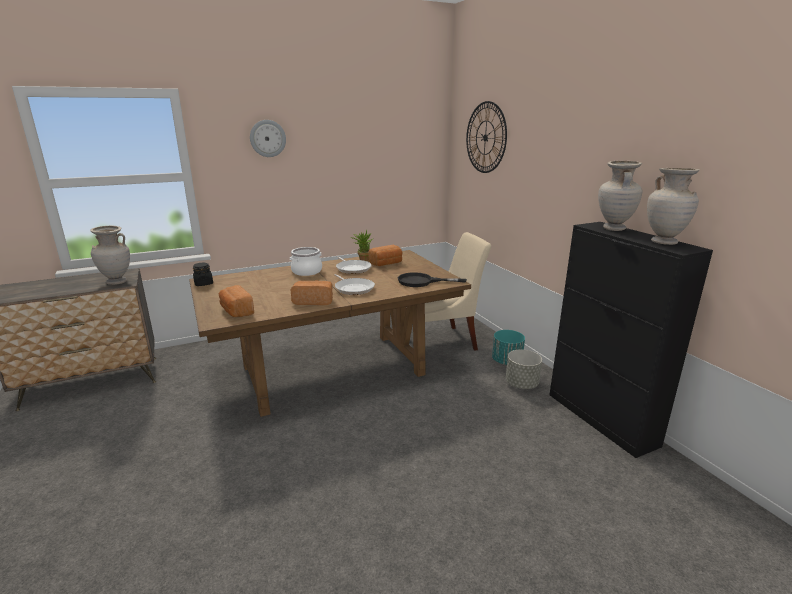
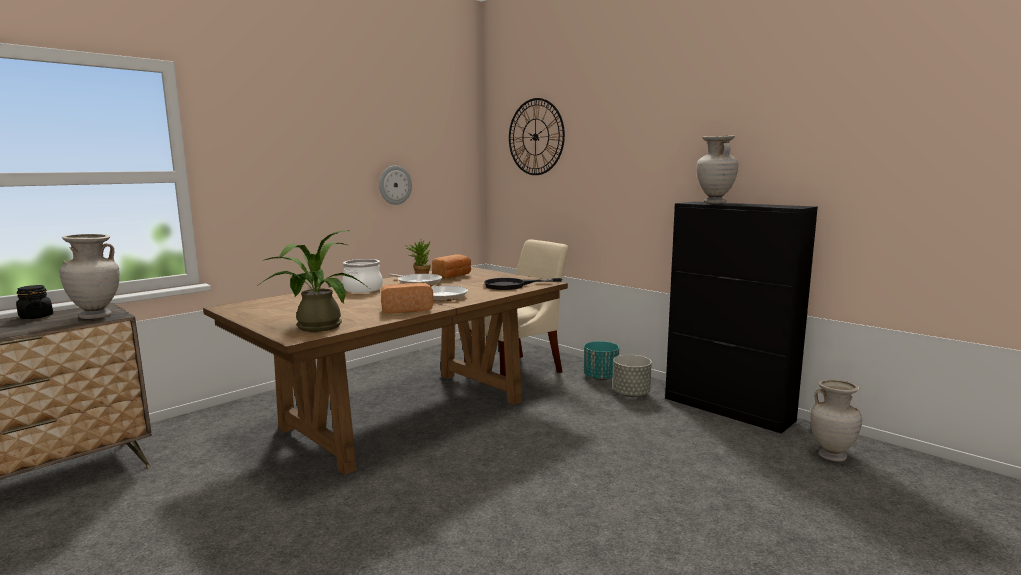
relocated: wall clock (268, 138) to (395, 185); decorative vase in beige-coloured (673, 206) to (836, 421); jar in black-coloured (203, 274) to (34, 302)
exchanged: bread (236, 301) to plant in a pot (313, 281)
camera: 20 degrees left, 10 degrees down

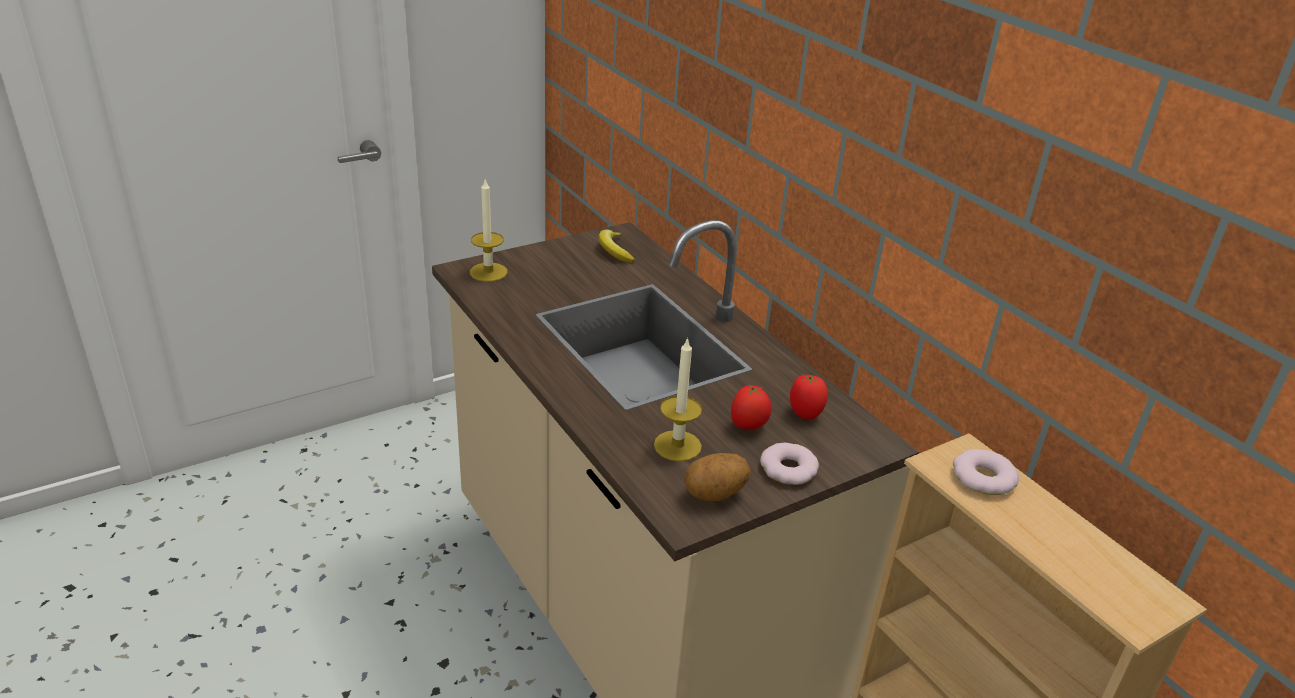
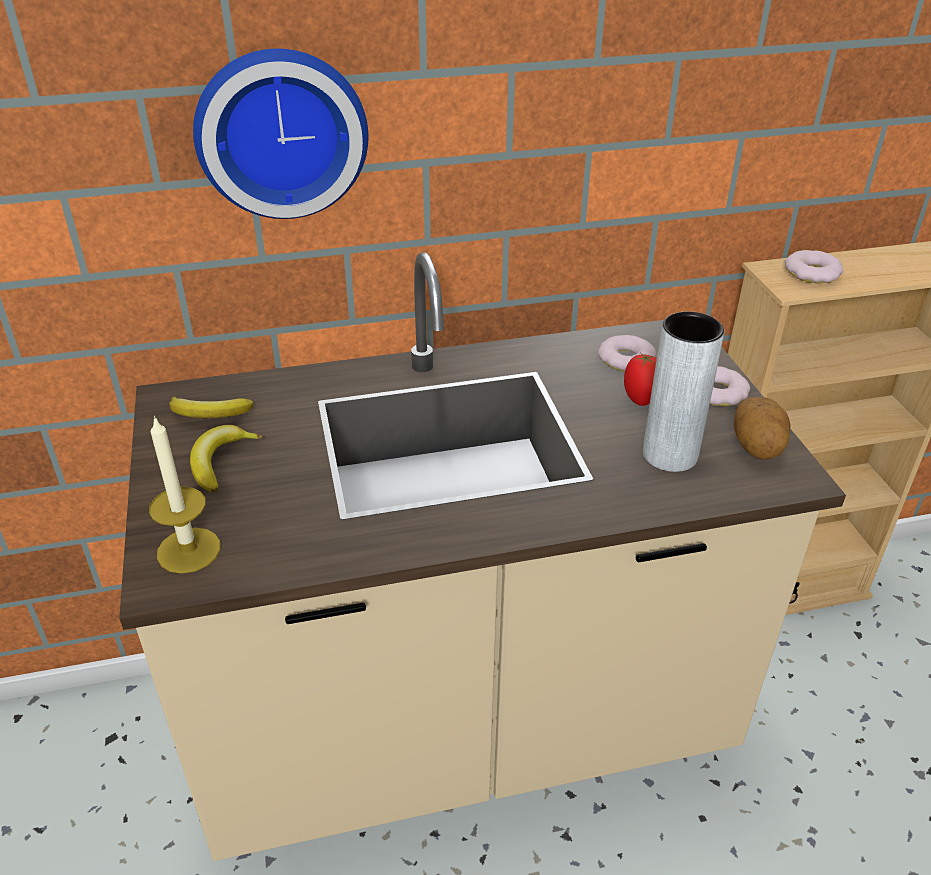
appeared: wall clock (280, 134); banana (226, 459)
exchanged: wax light (678, 399) to decorative vase in greyish (683, 392); tomato (809, 397) to ring doughnut (627, 353)
camera: 70 degrees left, 5 degrees up

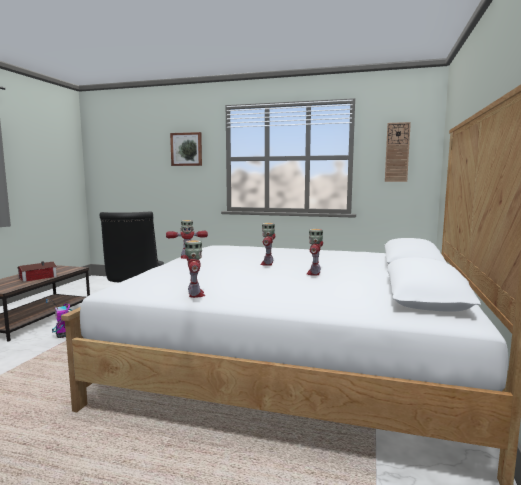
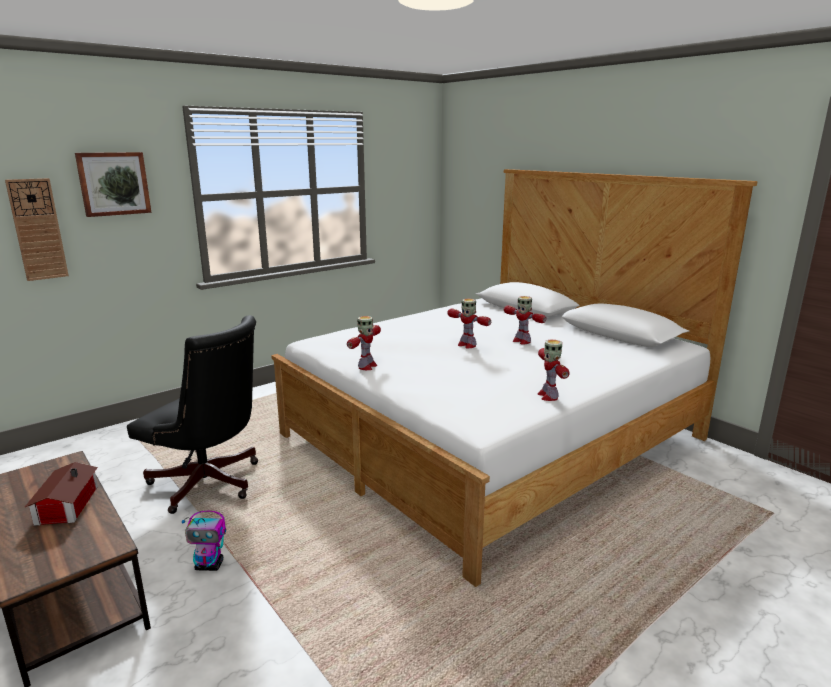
relocated: wall clock (398, 152) to (37, 229)
spun: toy robot (195, 269) = (553, 370) 120 degrees counterclockwise
camera: 55 degrees left, 10 degrees up

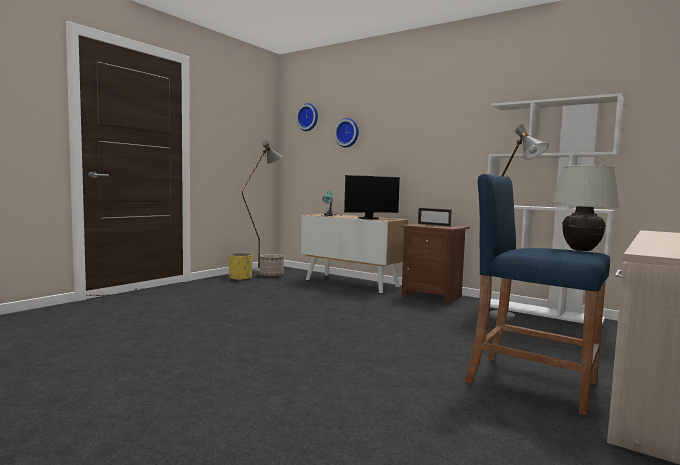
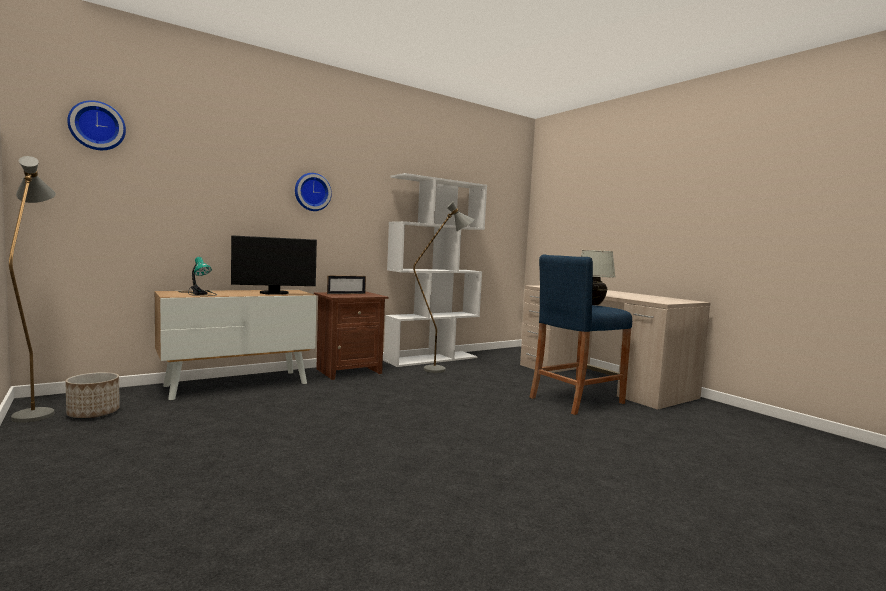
missing: flower pot in yellow-coloured (241, 267)
relocated: wall clock (346, 132) to (313, 192)
spun: computer display (372, 197) = (274, 265) 75 degrees clockwise
camera: 70 degrees left, 0 degrees up

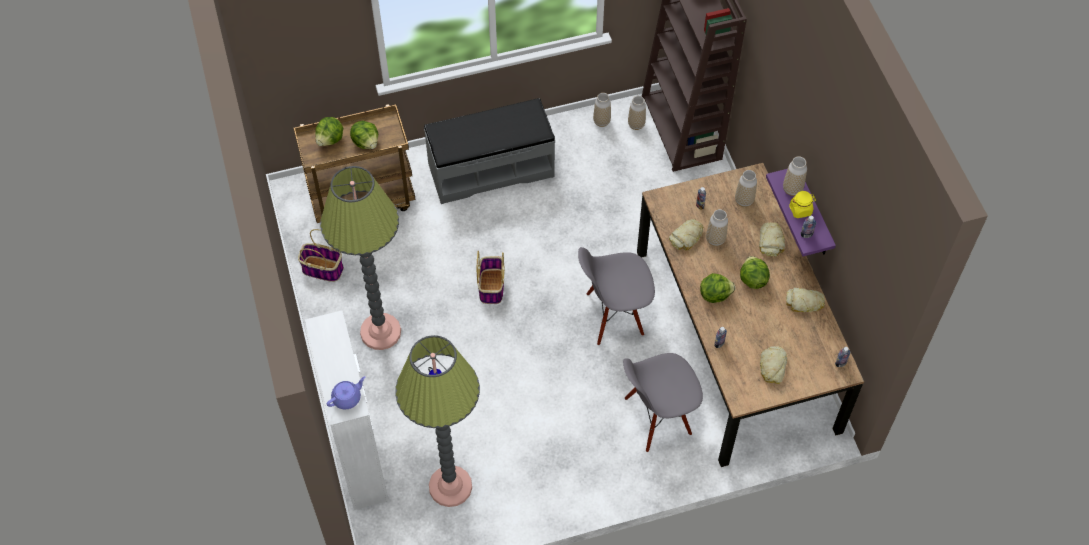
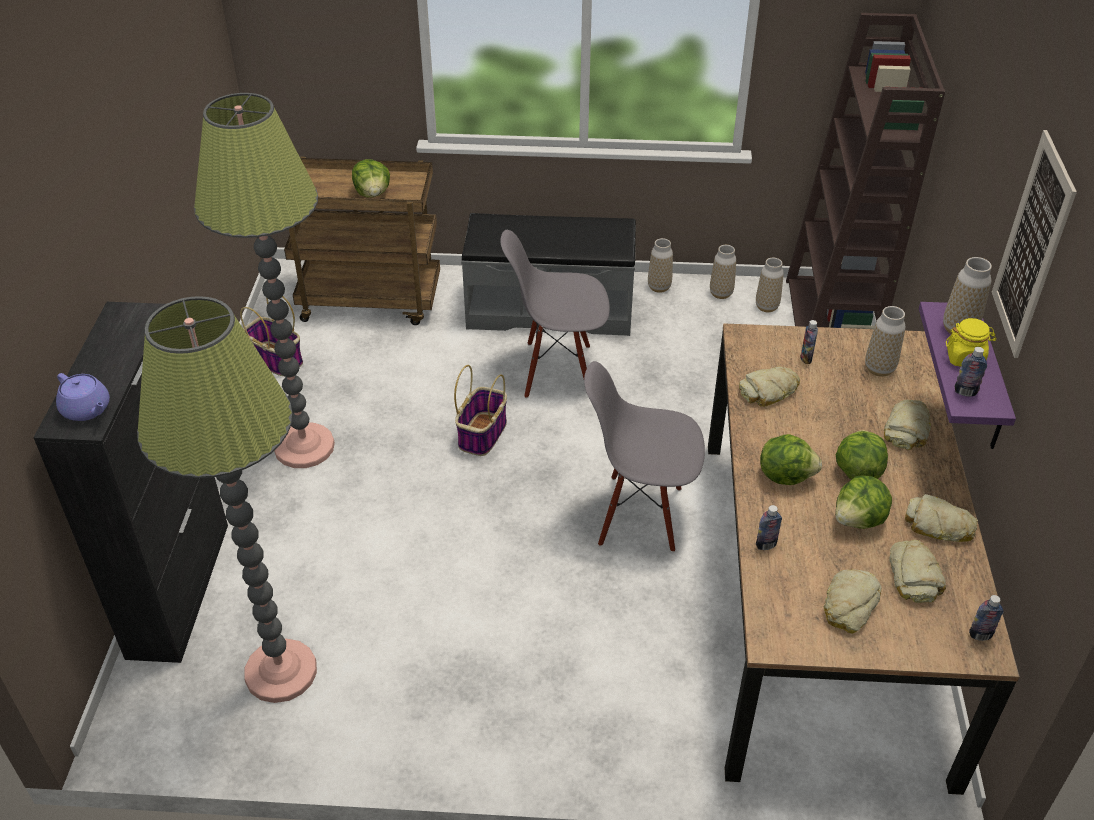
appeared: wall art (1034, 244); bread (917, 571)
relocated: head of lettuce (329, 131) to (863, 502); decorative vase (717, 227) to (660, 265); chair in greyish (663, 402) to (555, 314)
colour: cupboard in white (347, 410) to cupboard in black-coloured (130, 482)
spun: tea pot in purple (345, 392) = (83, 397) 60 degrees clockwise
camera: 20 degrees right, 15 degrees down

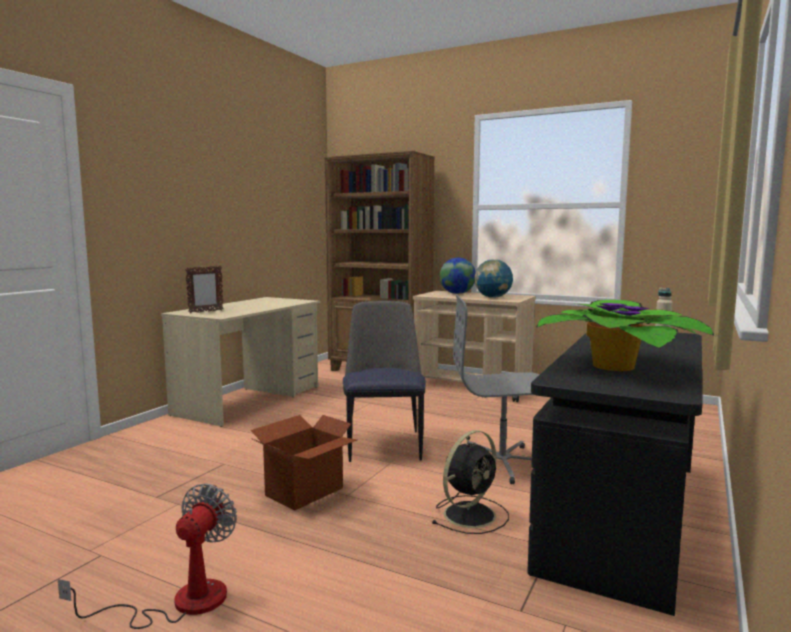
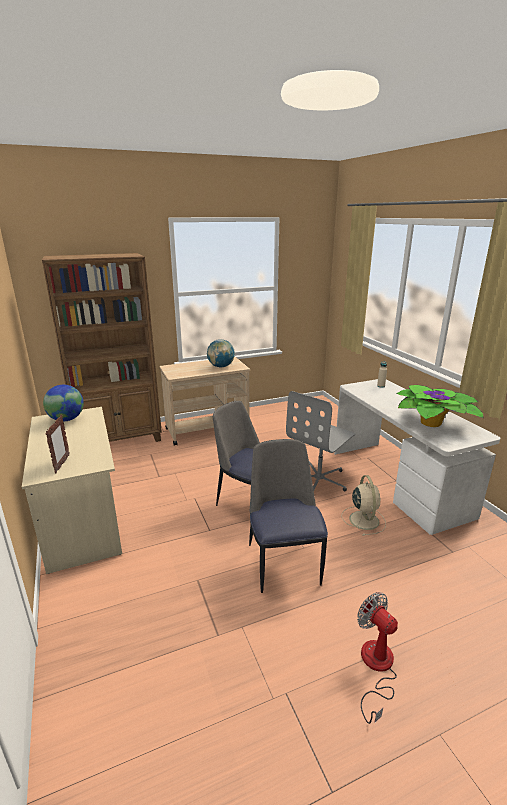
relocated: desk globe (458, 276) to (63, 403)
exchanged: packing box (304, 462) to chair (288, 516)
colour: desk in black-coloured (614, 474) to desk in white (417, 457); electric fan in black-coloured (470, 482) to electric fan in beige-coloured (364, 505)
camera: 50 degrees left, 15 degrees up

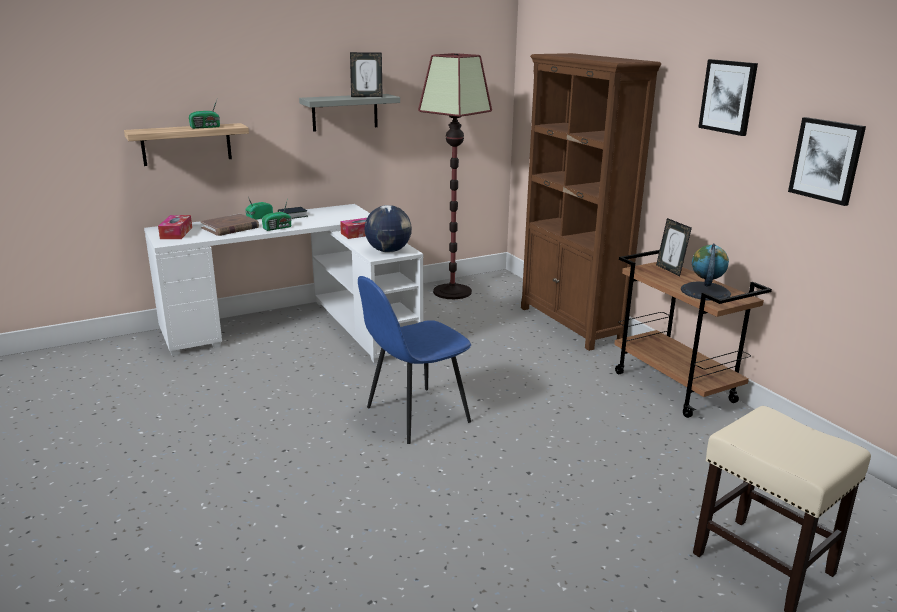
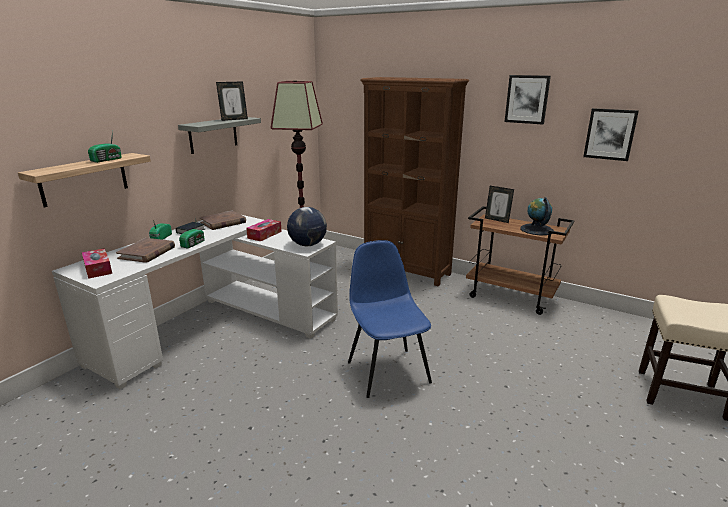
appeared: book in brownish (223, 220)
spun: chair in blue-coloured (414, 360) = (390, 319) 135 degrees clockwise
camera: 30 degrees left, 0 degrees up

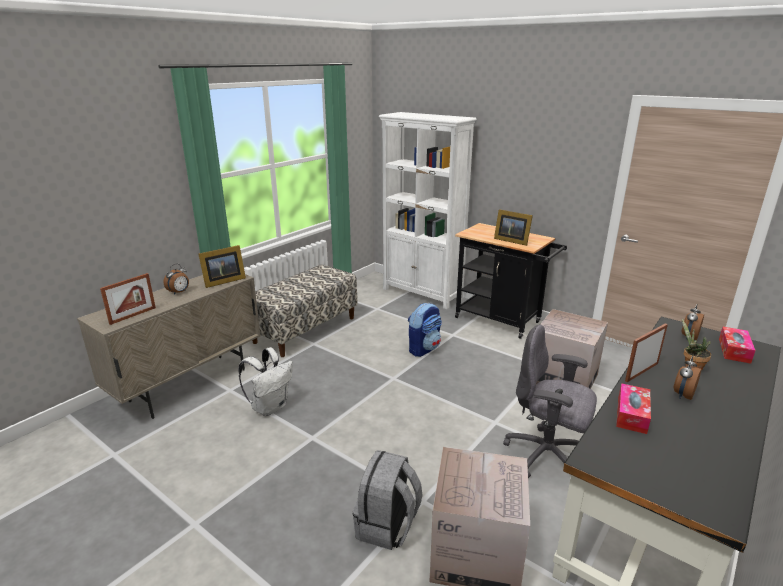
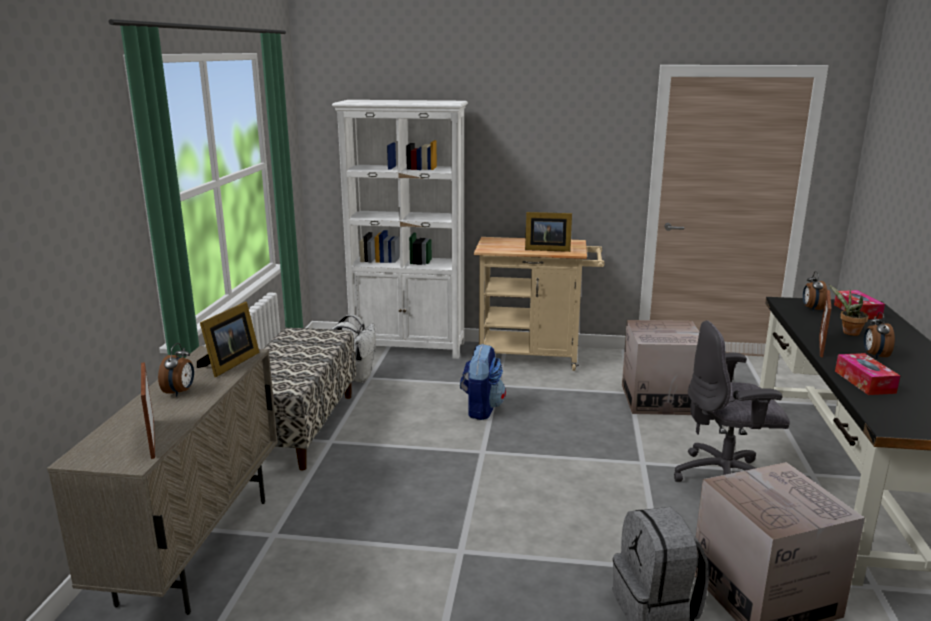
relocated: knapsack in white (266, 381) to (354, 348)
colour: trolley in black-coloured (511, 281) to trolley in beige-coloured (539, 304)
spun: picture frame (128, 299) = (148, 410) 150 degrees clockwise
camera: 30 degrees left, 5 degrees down

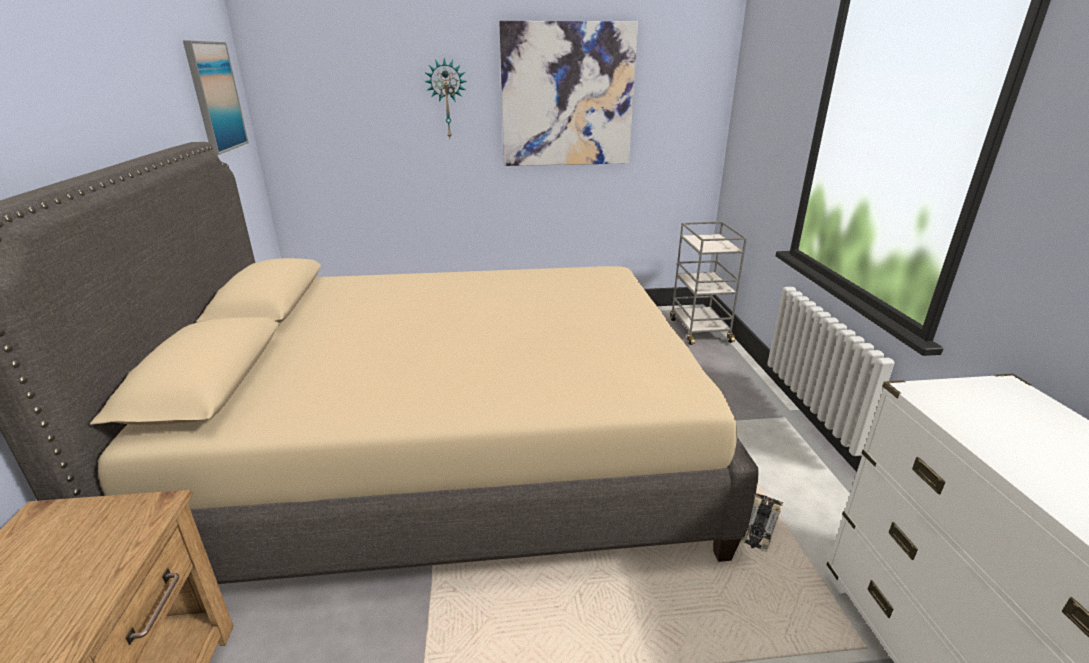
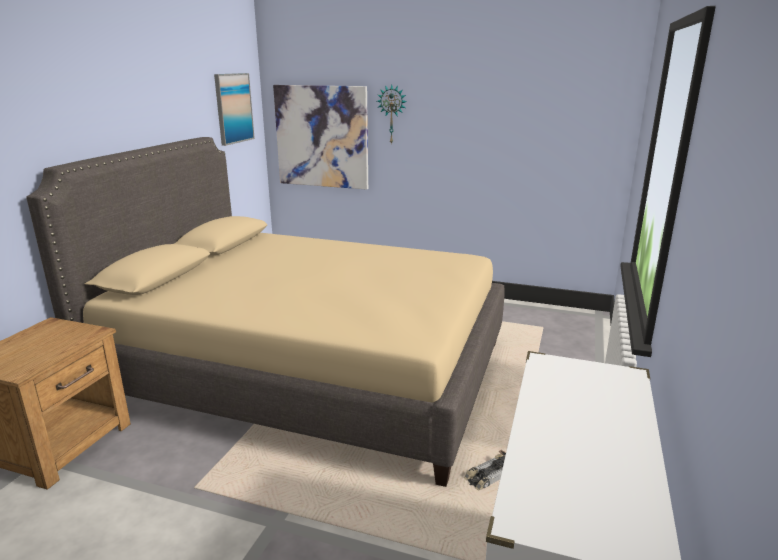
missing: trolley in greyish (708, 283)
relocated: wall art (568, 93) to (320, 137)
camera: 25 degrees right, 5 degrees down

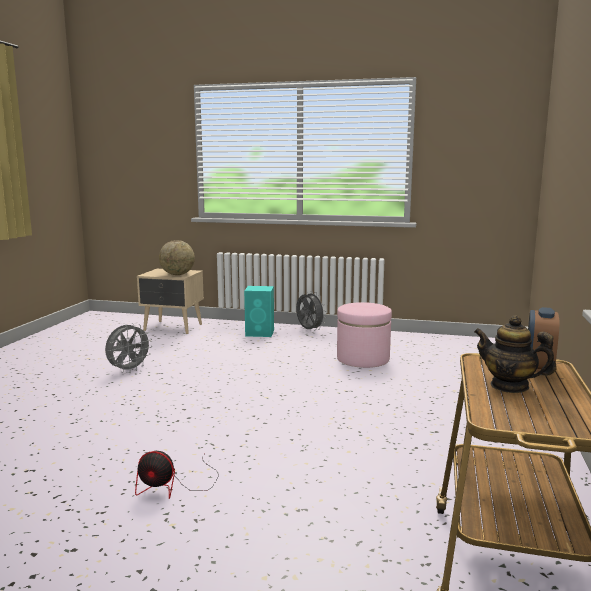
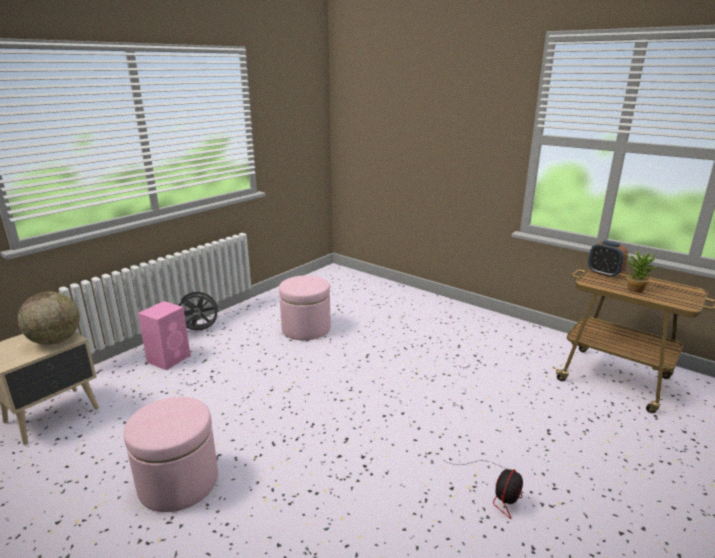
exchanged: tea pot (515, 354) to plant in a pot (641, 272); electric fan in greyish (129, 348) to footrest in pinkish (170, 454)
colour: loudspeaker in turquoise-coloured (259, 311) to loudspeaker in pinkish (164, 335)
camera: 65 degrees left, 10 degrees up

